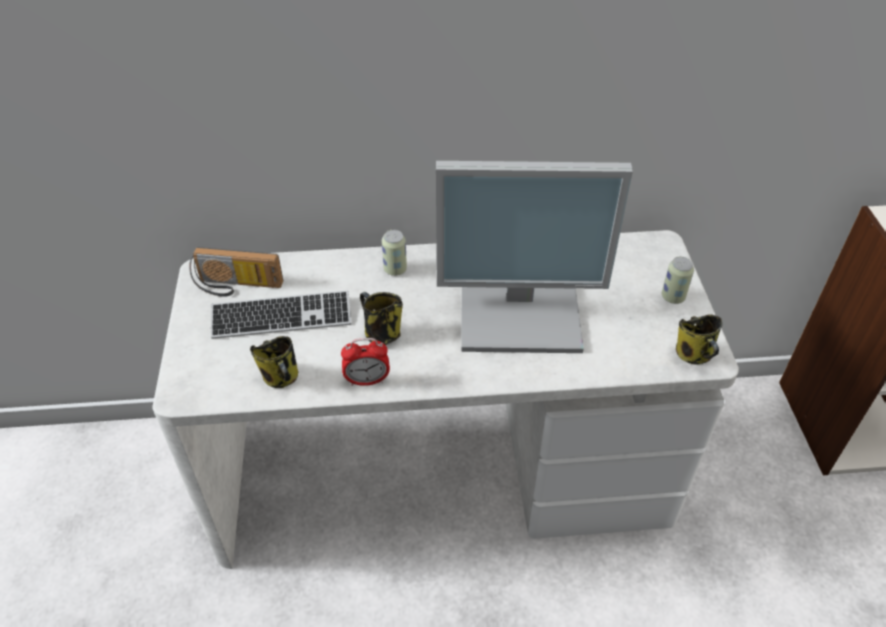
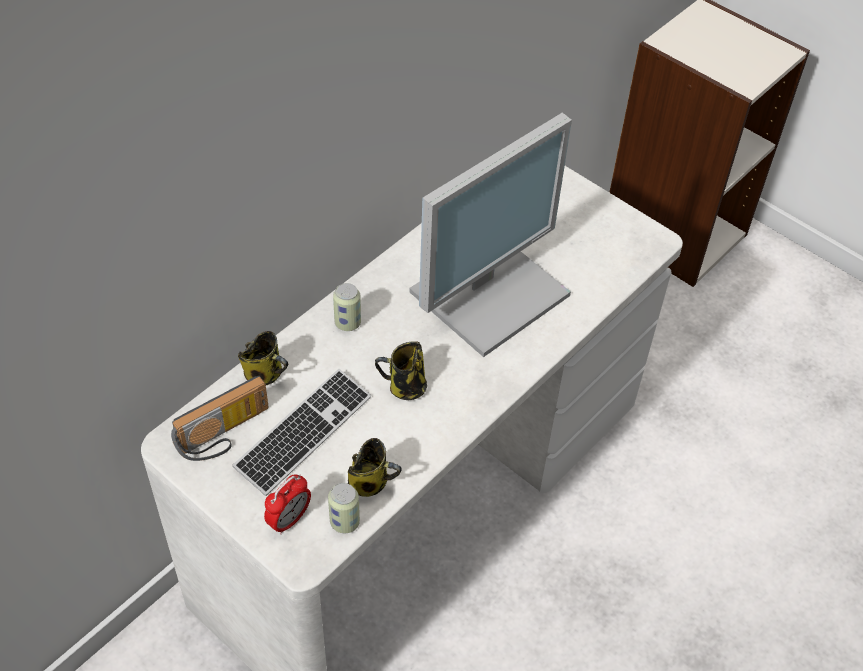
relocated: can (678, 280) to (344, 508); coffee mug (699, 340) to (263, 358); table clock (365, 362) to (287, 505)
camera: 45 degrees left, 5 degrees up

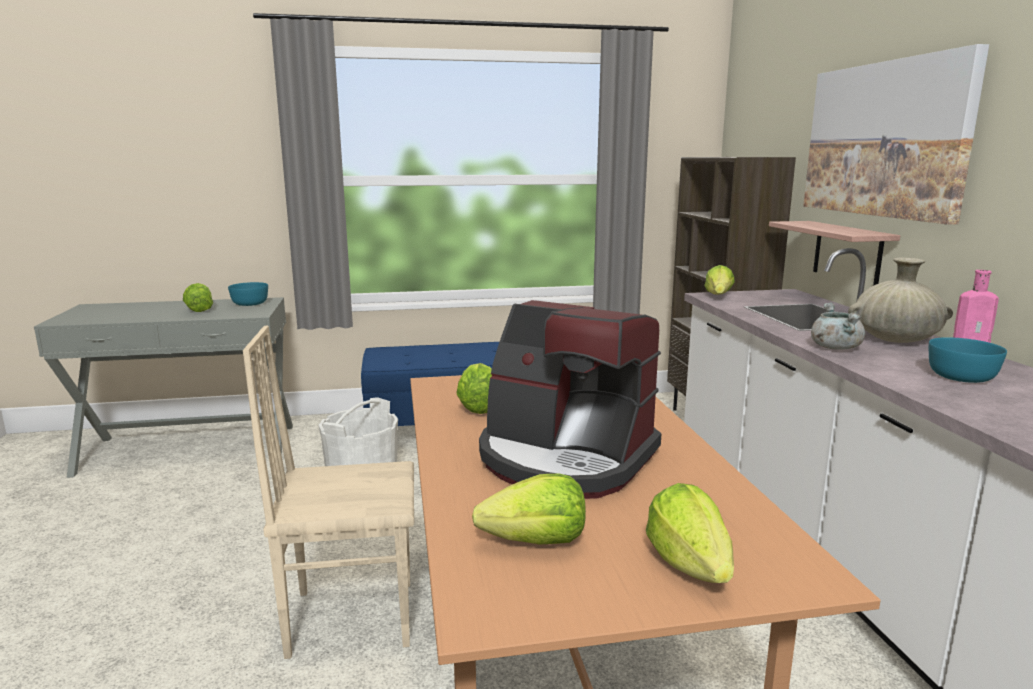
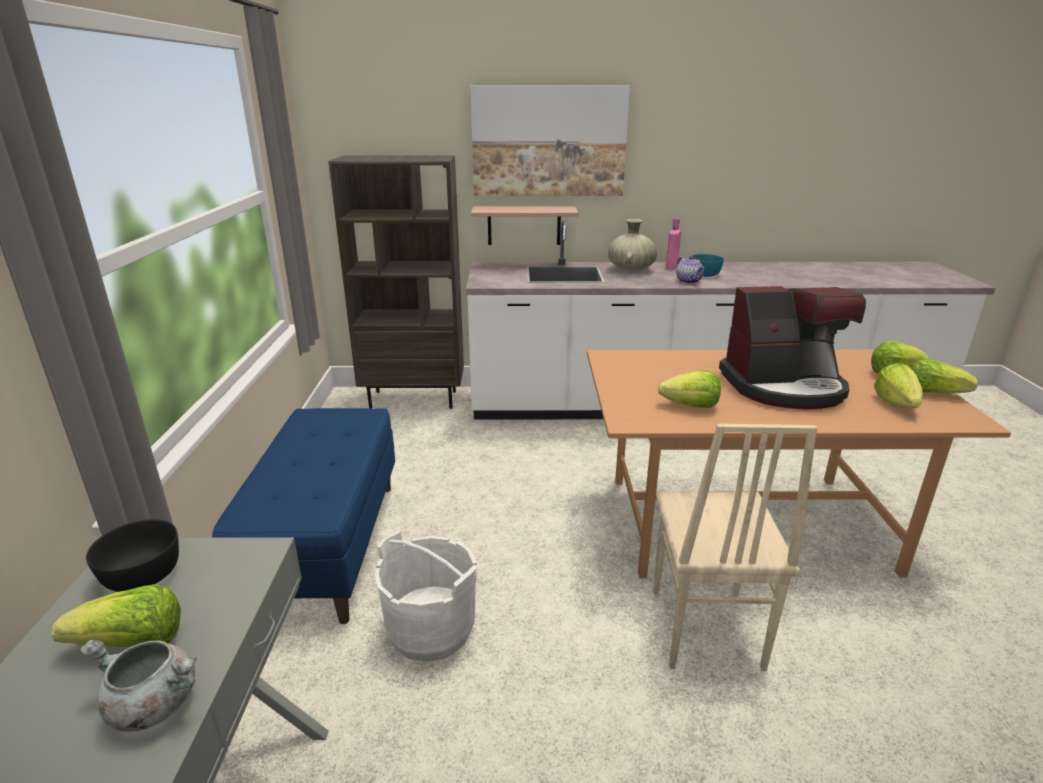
appeared: tea pot (690, 270)
relocated: head of lettuce (719, 280) to (944, 376); cooking pot in greyish (838, 326) to (137, 686)
colour: bowl in turquoise-coloured (248, 294) to bowl in black-coloured (132, 555)
spun: coffee machine (570, 399) = (792, 347) 45 degrees clockwise
camera: 80 degrees left, 10 degrees up

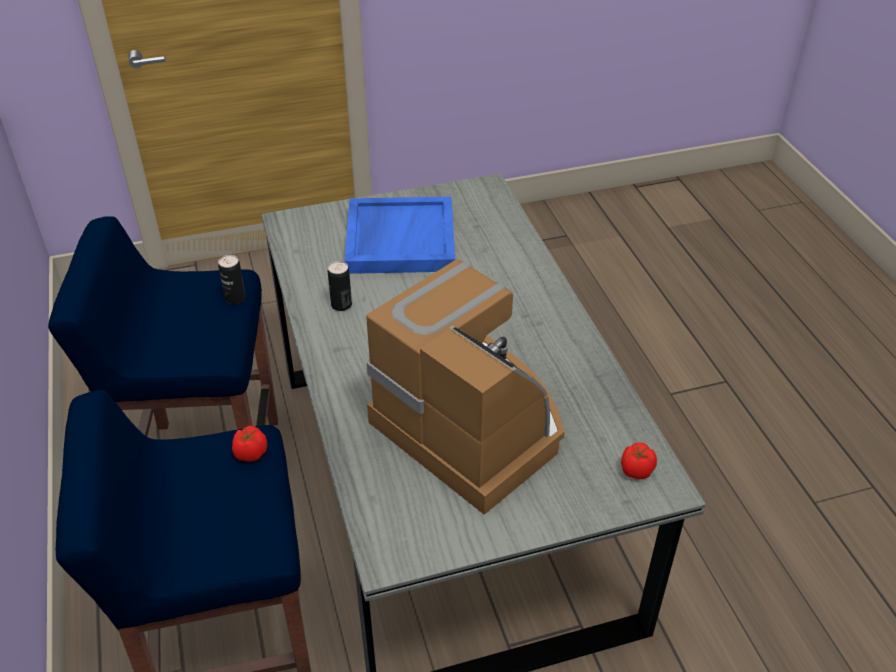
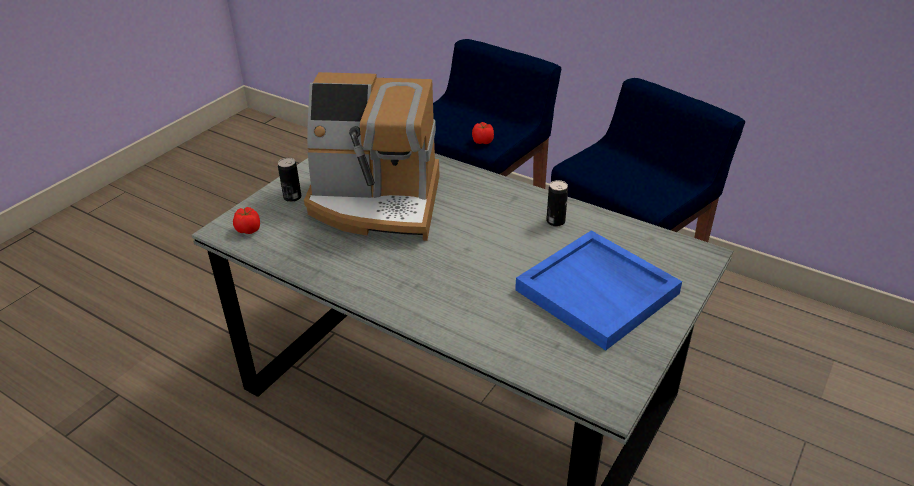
relocated: can (232, 279) to (290, 180)
camera: 140 degrees right, 5 degrees down

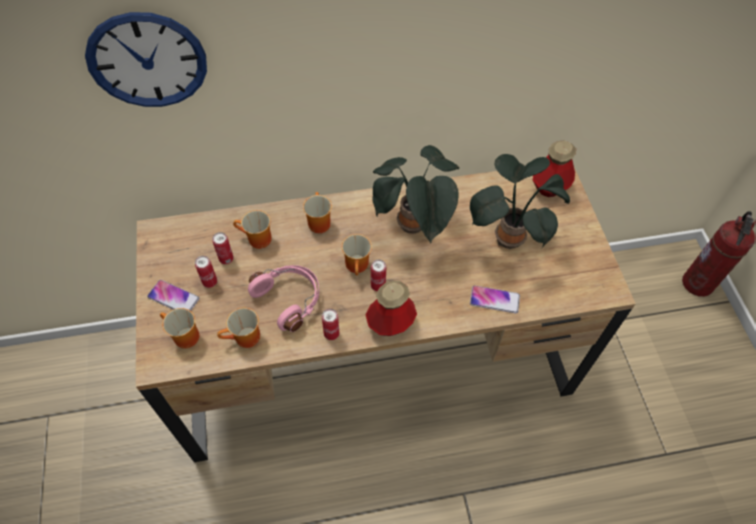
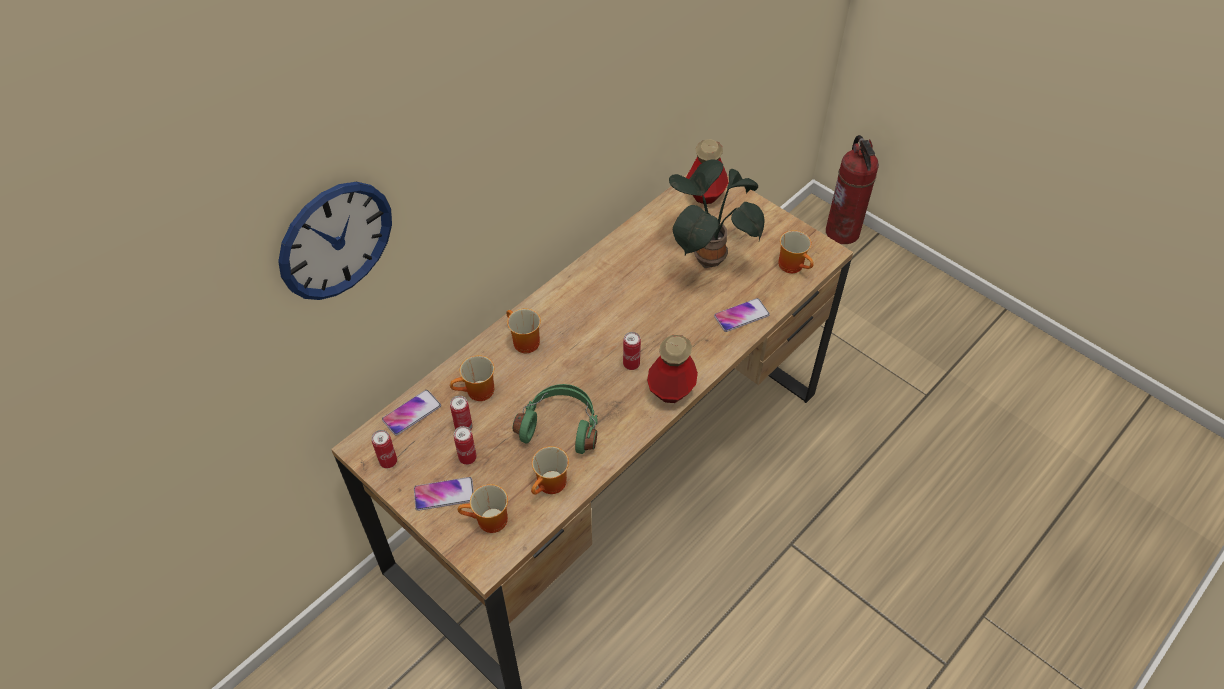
missing: plant in a pot (415, 194)
appeared: phone (411, 413)
relocated: coffee mug (357, 255) to (796, 251); can (330, 324) to (384, 449)
colour: headset in pinkish (283, 298) to headset in green (555, 419)
camera: 35 degrees left, 5 degrees down

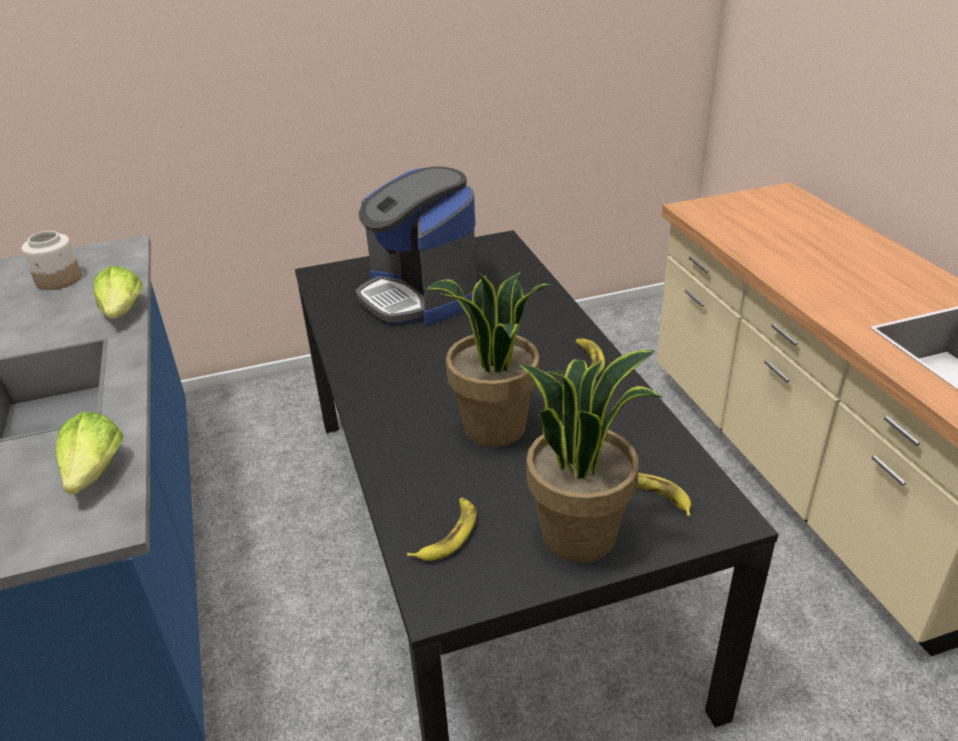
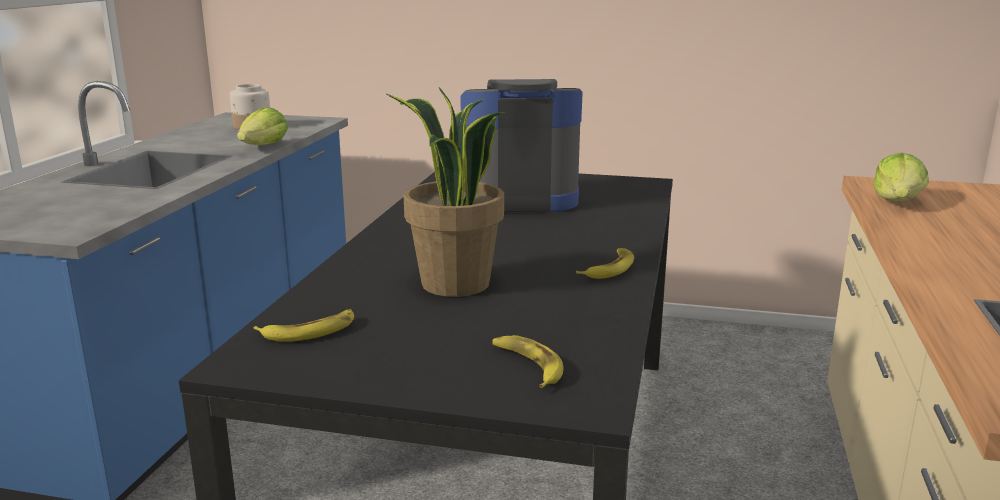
missing: plant in a pot (590, 456)
relocated: head of lettuce (90, 453) to (901, 176)
spun: coffee machine (416, 246) = (521, 146) 90 degrees clockwise
camera: 30 degrees right, 15 degrees down

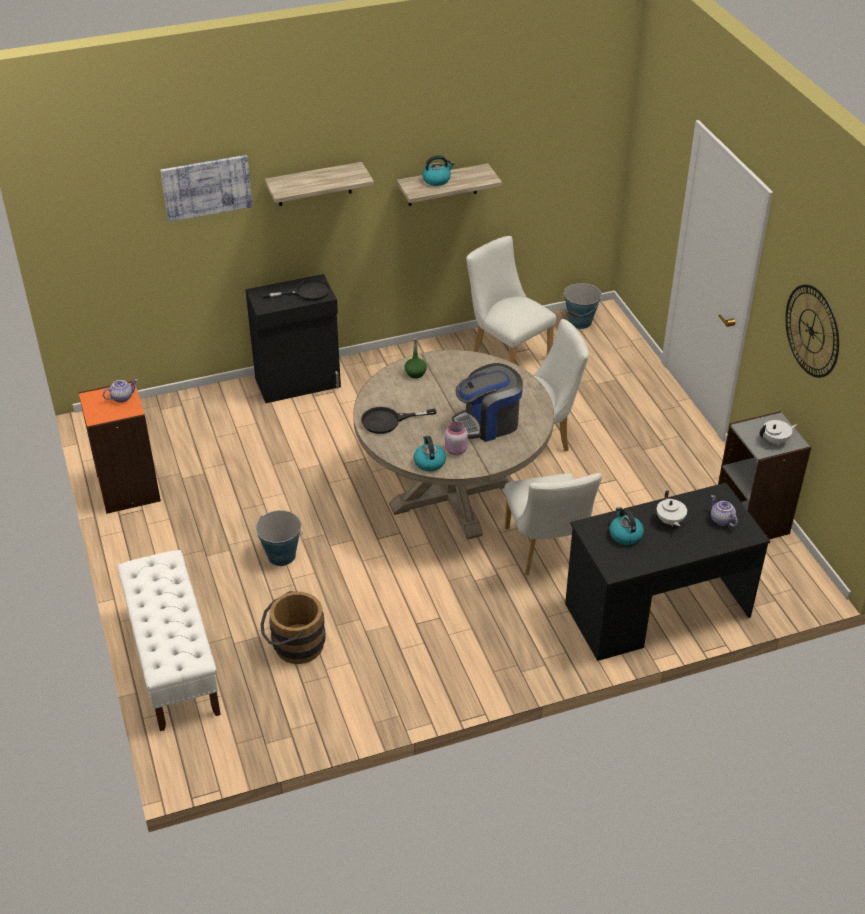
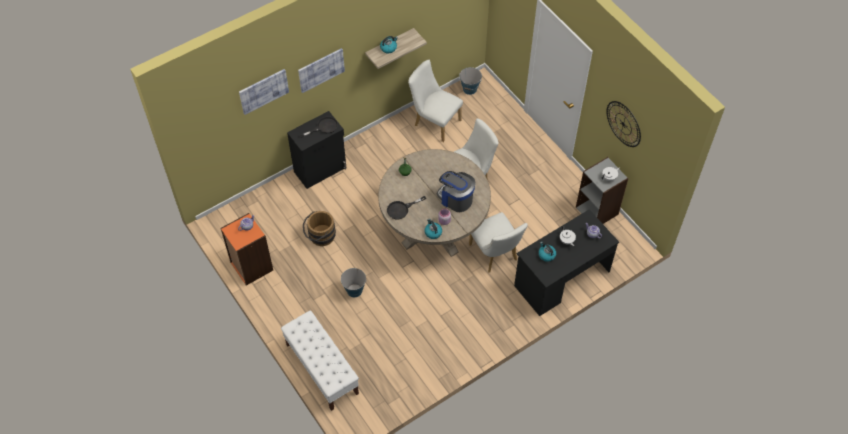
relocated: pail in brownish (293, 627) to (319, 228)
exchanged: bracket shelf (319, 184) to wall art (321, 70)
spun: coffee machine (487, 402) = (456, 191) 75 degrees clockwise
camera: 15 degrees left, 15 degrees up

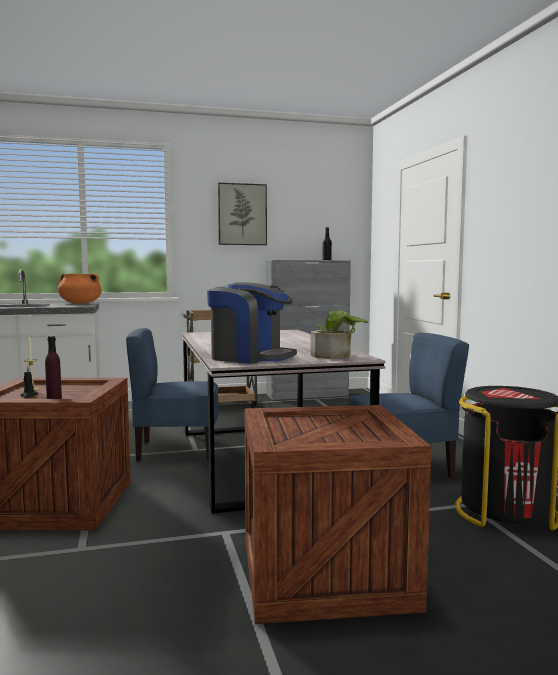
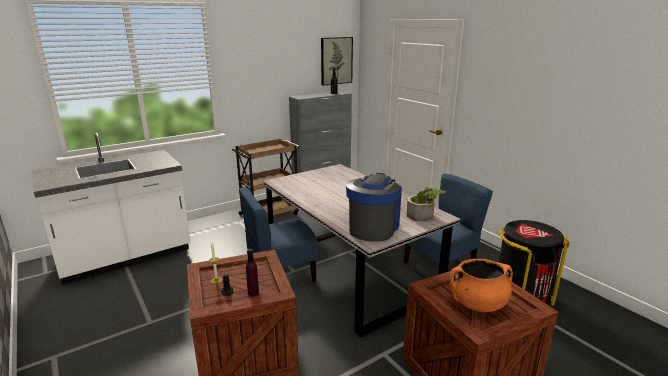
relocated: wall art (242, 214) to (337, 61); cooking pot in orange (80, 288) to (481, 285)
spun: coffee machine (252, 323) = (374, 207) 75 degrees counterclockwise
camera: 20 degrees left, 15 degrees up

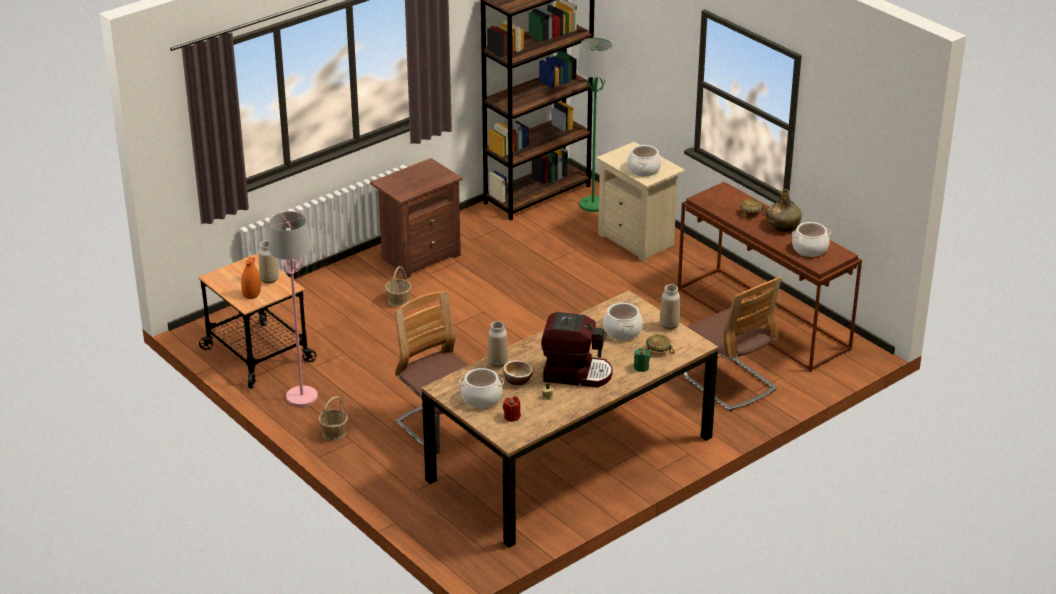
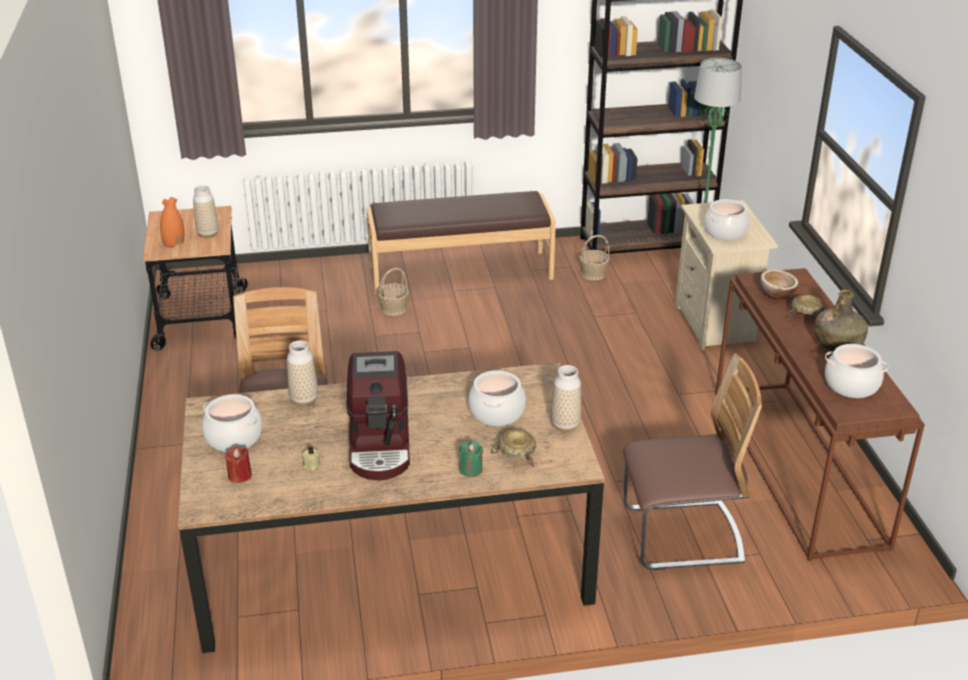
missing: floor lamp in pinkish (293, 309)
relocated: bowl (518, 372) to (779, 284); household basket (333, 419) to (594, 257)
exchanged: nightstand in brownish (416, 218) to bench in brownish (461, 243)
spun: chair (732, 343) = (692, 461) 90 degrees counterclockwise; coffee machine (577, 349) = (378, 415) 45 degrees clockwise
camera: 30 degrees right, 0 degrees up

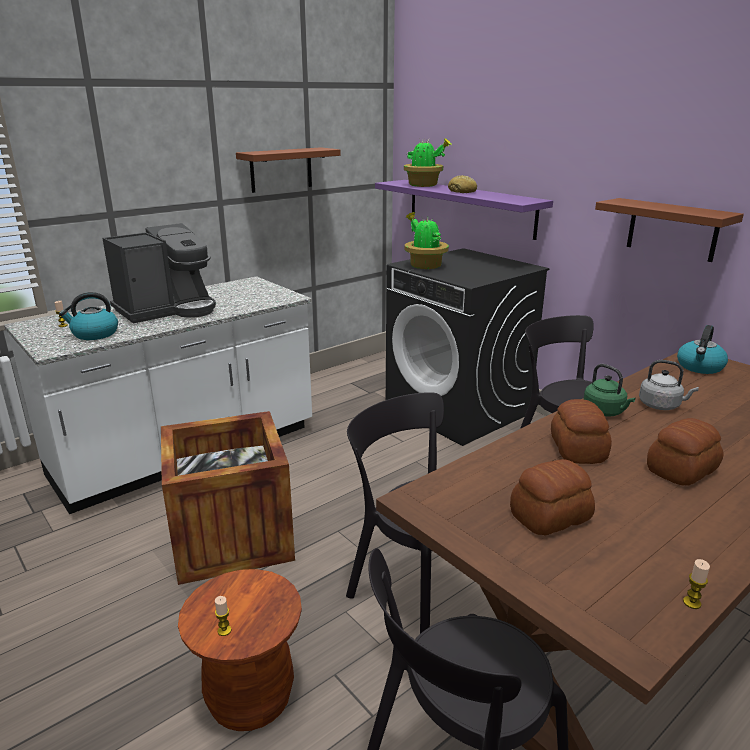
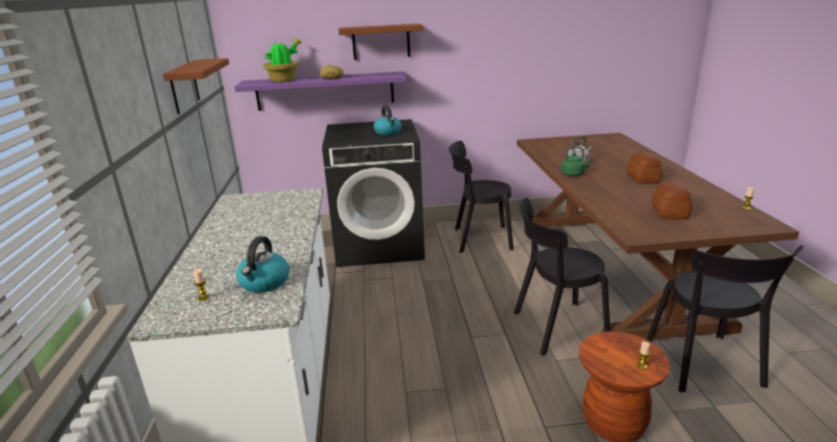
missing: plant in a pot (426, 240); coffee machine (159, 273); bread (581, 431); crate (228, 498)
relocated: bracket shelf in brownish (669, 230) to (381, 42); tea kettle (702, 349) to (387, 120)
camera: 55 degrees left, 0 degrees up

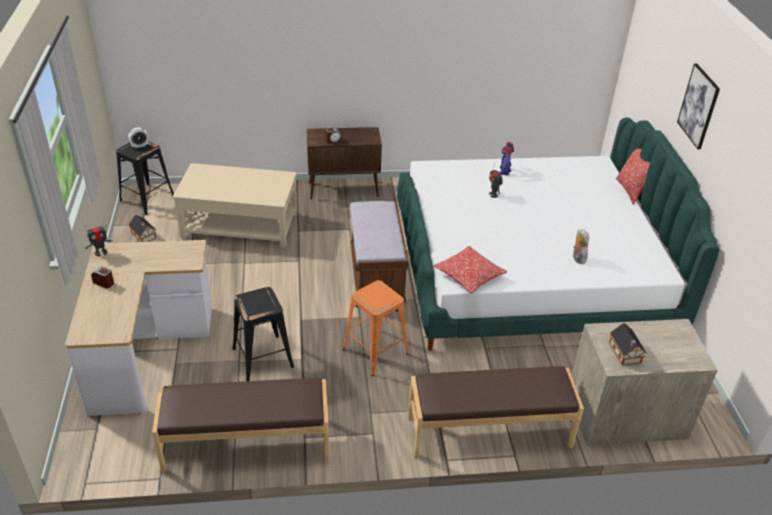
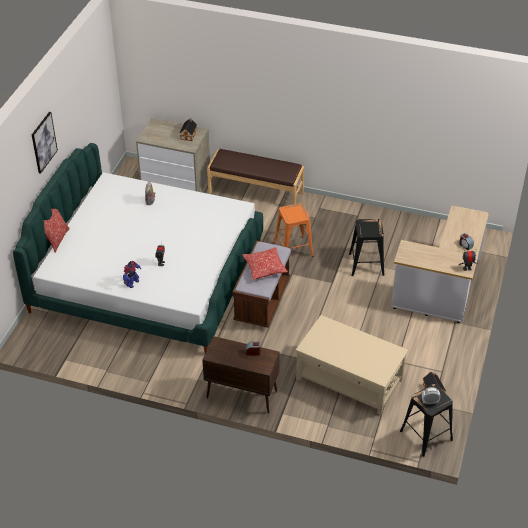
missing: bench in brownish (240, 425)
relocated: pillow (470, 270) to (265, 263)
camera: 155 degrees left, 5 degrees up

